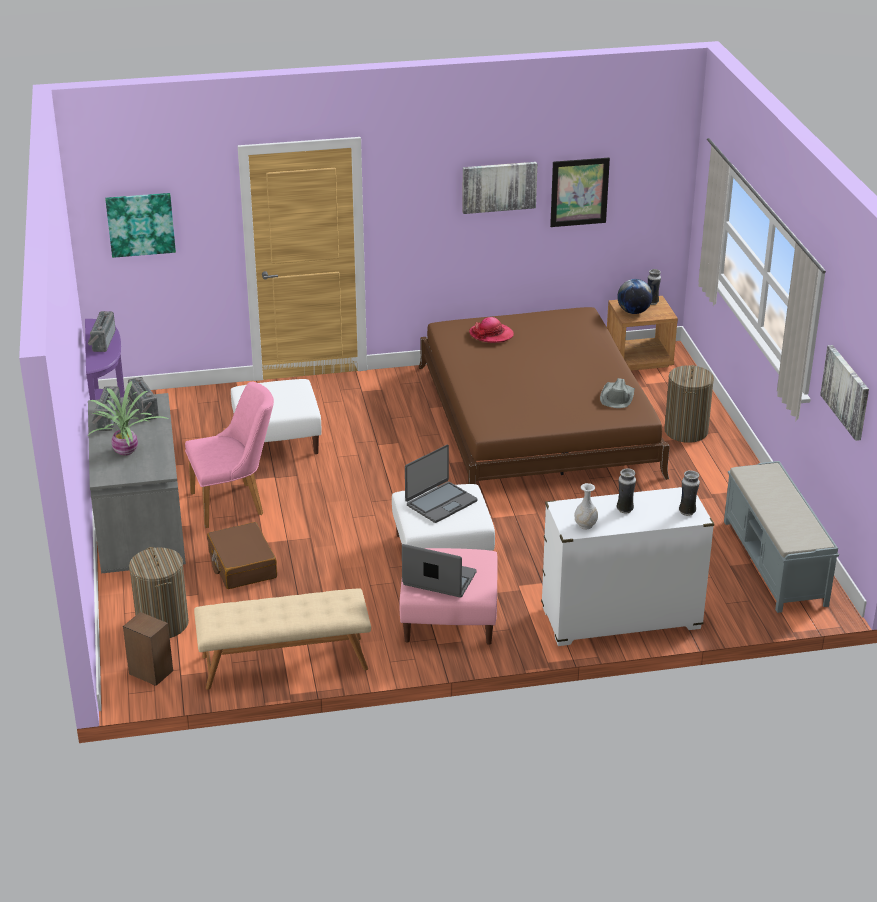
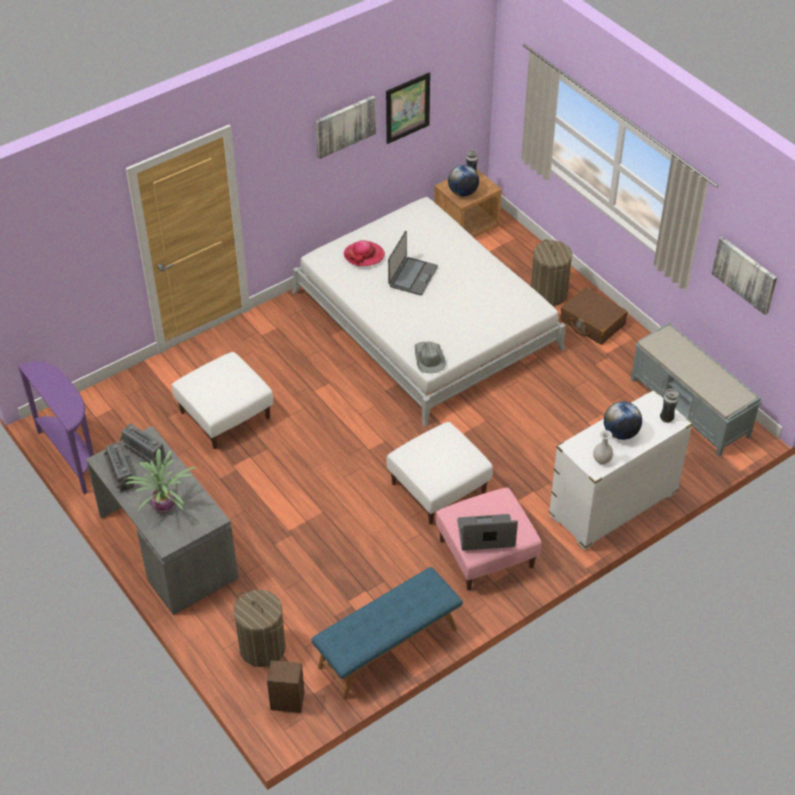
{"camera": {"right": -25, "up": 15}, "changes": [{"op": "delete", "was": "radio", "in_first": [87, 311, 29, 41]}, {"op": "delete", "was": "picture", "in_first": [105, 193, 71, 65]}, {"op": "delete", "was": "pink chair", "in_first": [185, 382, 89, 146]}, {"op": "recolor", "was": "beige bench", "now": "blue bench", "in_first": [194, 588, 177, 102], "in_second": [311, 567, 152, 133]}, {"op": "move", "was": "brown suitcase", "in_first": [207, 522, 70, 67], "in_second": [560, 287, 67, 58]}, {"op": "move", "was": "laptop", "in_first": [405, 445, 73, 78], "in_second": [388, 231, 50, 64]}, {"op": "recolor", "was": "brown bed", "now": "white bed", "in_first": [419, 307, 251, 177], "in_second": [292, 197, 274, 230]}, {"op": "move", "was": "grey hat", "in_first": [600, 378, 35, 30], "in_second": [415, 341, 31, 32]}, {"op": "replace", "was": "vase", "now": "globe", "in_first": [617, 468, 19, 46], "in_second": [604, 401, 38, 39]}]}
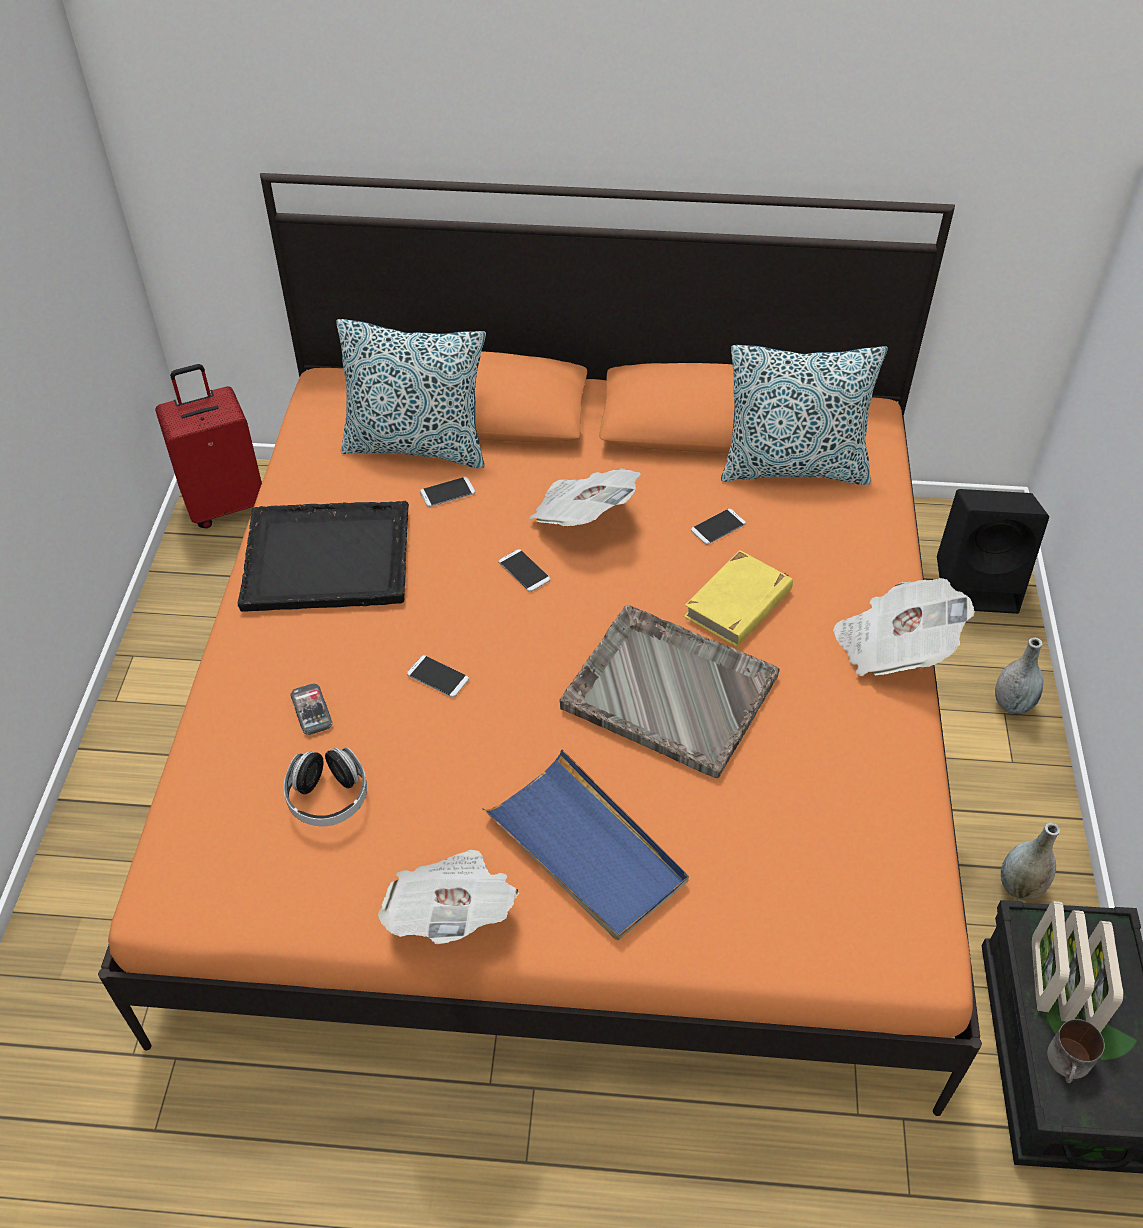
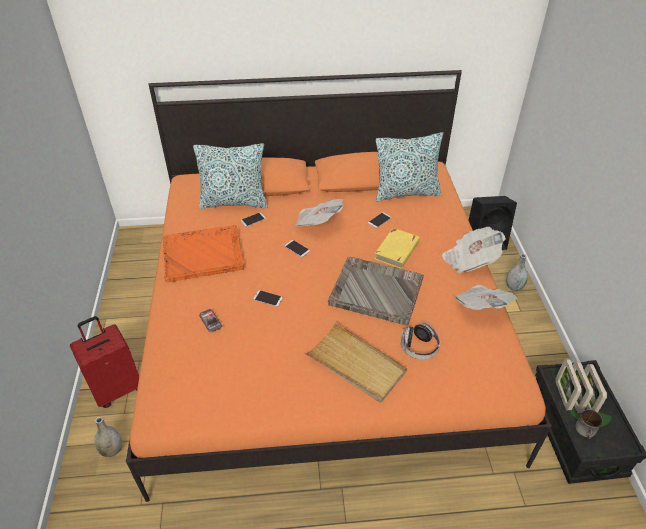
{"camera": {"right": -10, "up": -5}, "changes": [{"op": "move", "was": "red suitcase", "in_first": [155, 364, 107, 164], "in_second": [70, 316, 69, 92]}, {"op": "recolor", "was": "black tray", "now": "orange tray", "in_first": [237, 501, 172, 111], "in_second": [163, 225, 81, 57]}, {"op": "move", "was": "headphones", "in_first": [284, 747, 83, 79], "in_second": [401, 323, 39, 36]}, {"op": "move", "was": "newspaper", "in_first": [378, 850, 141, 94], "in_second": [454, 285, 63, 25]}, {"op": "recolor", "was": "blue tray", "now": "beige tray", "in_first": [482, 749, 207, 191], "in_second": [304, 322, 103, 81]}, {"op": "move", "was": "grey vase", "in_first": [1001, 822, 59, 79], "in_second": [94, 416, 28, 41]}]}
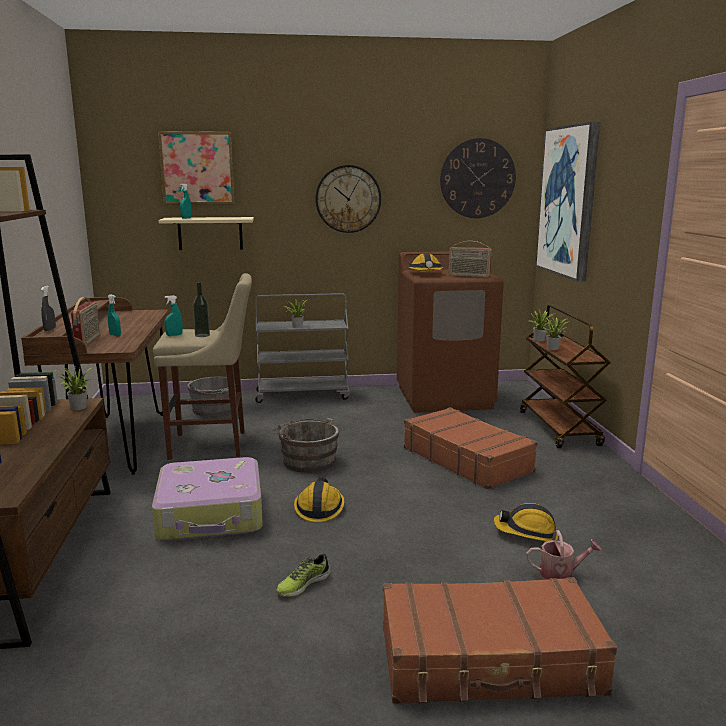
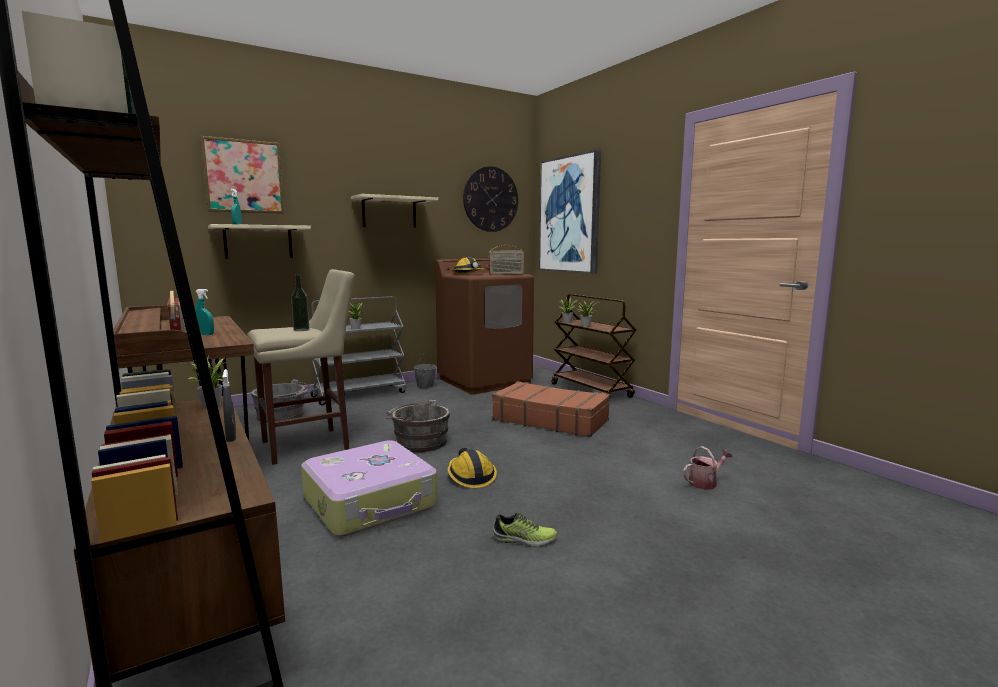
{"camera": {"right": -25, "up": -5}, "changes": [{"op": "move", "was": "grey spray bottle", "in_first": [41, 286, 15, 45], "in_second": [223, 369, 13, 73]}, {"op": "delete", "was": "turquoise spray bottle", "in_first": [165, 295, 18, 41]}, {"op": "rotate", "was": "shoe", "in_first": [276, 554, 54, 43], "in_second": [492, 512, 65, 34], "clockwise": -105}, {"op": "replace", "was": "wall clock", "now": "beige shelf", "in_first": [315, 165, 66, 68], "in_second": [351, 194, 87, 34]}, {"op": "delete", "was": "brown suitcase", "in_first": [383, 577, 234, 127]}, {"op": "delete", "was": "hard hat", "in_first": [494, 503, 64, 38]}, {"op": "insert", "now": "grey bucket", "in_second": [413, 353, 23, 35]}]}
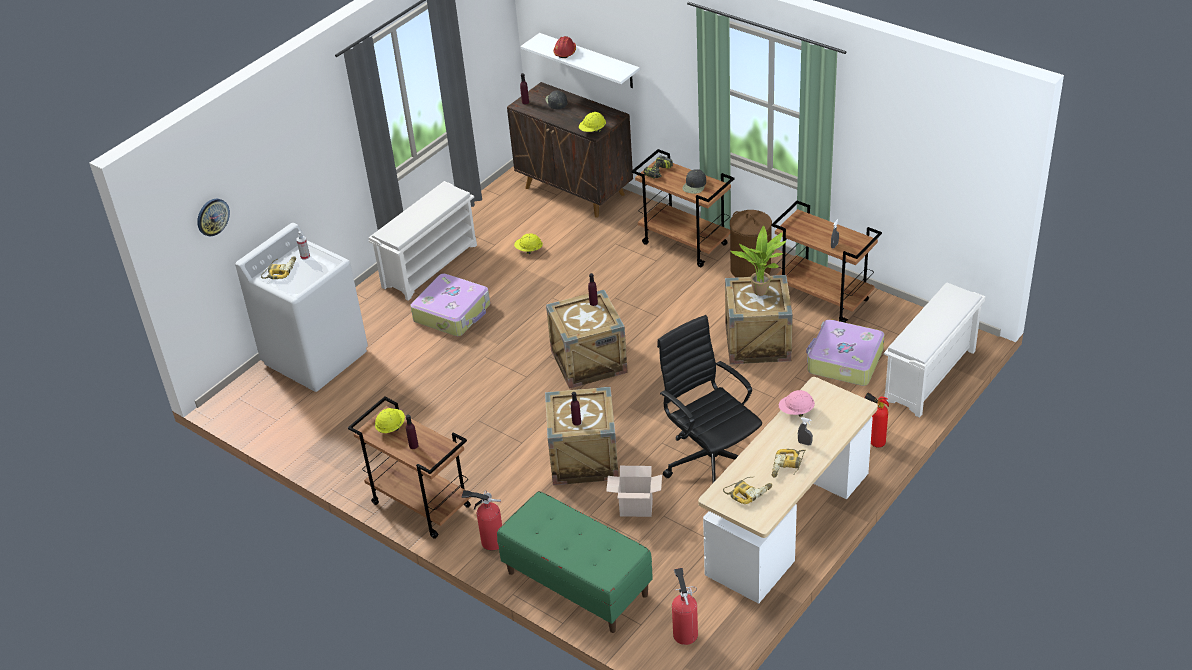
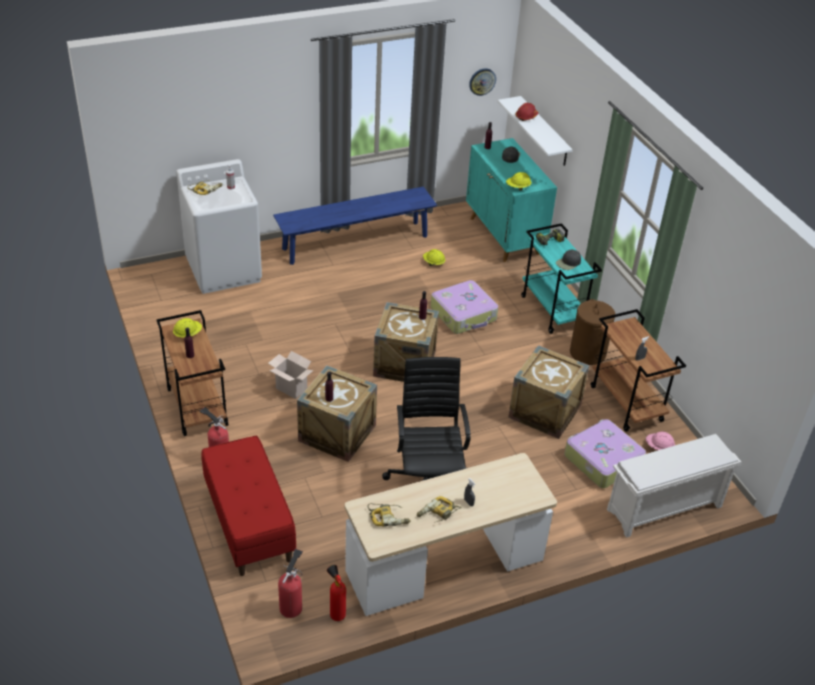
{"camera": {"right": 25, "up": 0}, "changes": [{"op": "move", "was": "wall clock", "in_first": [197, 199, 33, 37], "in_second": [469, 68, 27, 28]}, {"op": "replace", "was": "white shoe rack", "now": "blue bench", "in_first": [369, 181, 108, 119], "in_second": [273, 187, 164, 78]}, {"op": "move", "was": "suitcase", "in_first": [411, 273, 79, 63], "in_second": [431, 280, 67, 54]}, {"op": "recolor", "was": "green bench", "now": "red bench", "in_first": [497, 491, 156, 142], "in_second": [202, 436, 94, 140]}, {"op": "recolor", "was": "brown cabinet", "now": "turquoise cabinet", "in_first": [507, 82, 126, 136], "in_second": [466, 138, 91, 124]}, {"op": "move", "was": "cardboard box", "in_first": [606, 466, 56, 51], "in_second": [268, 351, 46, 48]}, {"op": "recolor", "was": "brown cart", "now": "turquoise cart", "in_first": [632, 149, 103, 118], "in_second": [521, 223, 81, 111]}, {"op": "delete", "was": "potted plant", "in_first": [731, 226, 56, 70]}, {"op": "move", "was": "pink hard hat", "in_first": [779, 390, 36, 27], "in_second": [646, 432, 29, 18]}, {"op": "move", "was": "fire extinguisher", "in_first": [865, 392, 24, 56], "in_second": [327, 565, 19, 56]}]}
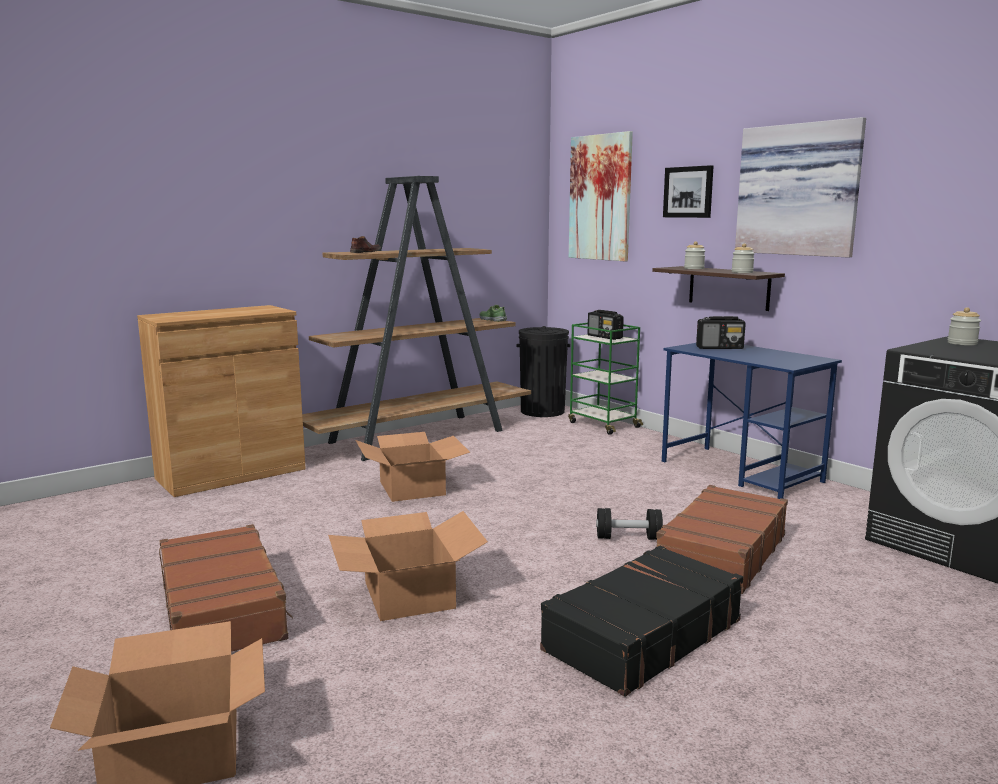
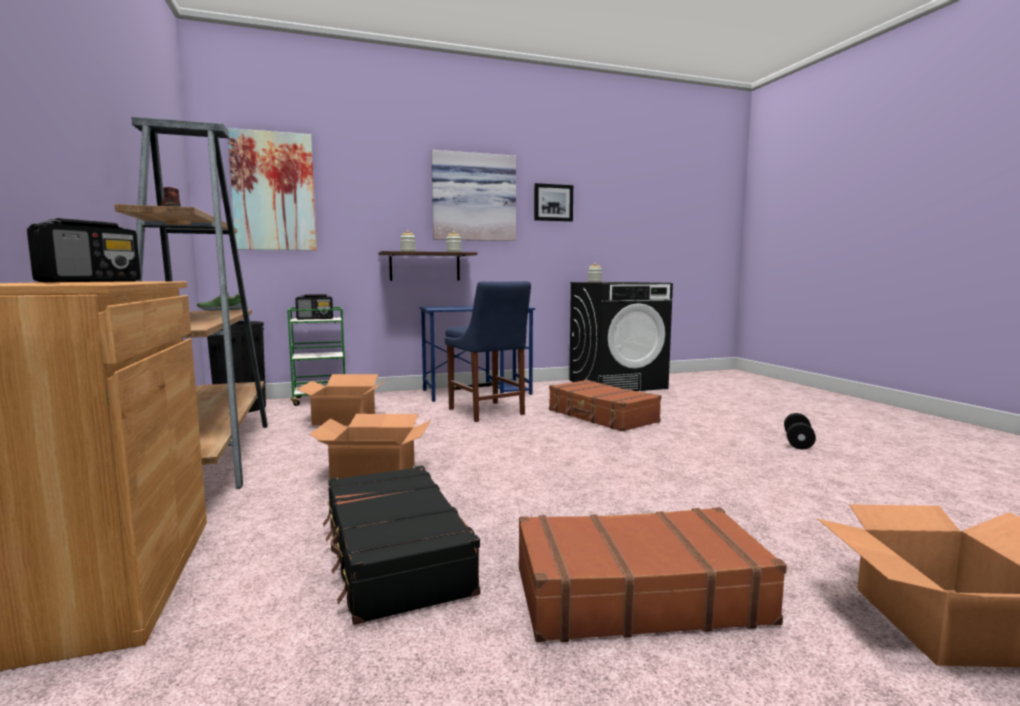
{"camera": {"right": -70, "up": -5}, "changes": [{"op": "move", "was": "cardboard box", "in_first": [328, 511, 160, 110], "in_second": [296, 374, 90, 52]}, {"op": "move", "was": "black suitcase", "in_first": [540, 546, 203, 151], "in_second": [323, 466, 157, 159]}, {"op": "move", "was": "black dumbbell", "in_first": [596, 508, 67, 32], "in_second": [784, 413, 32, 37]}, {"op": "move", "was": "picture", "in_first": [663, 165, 51, 53], "in_second": [534, 183, 39, 39]}, {"op": "move", "was": "radio", "in_first": [696, 316, 50, 33], "in_second": [27, 218, 114, 64]}, {"op": "insert", "now": "blue chair", "in_second": [445, 281, 86, 141]}]}
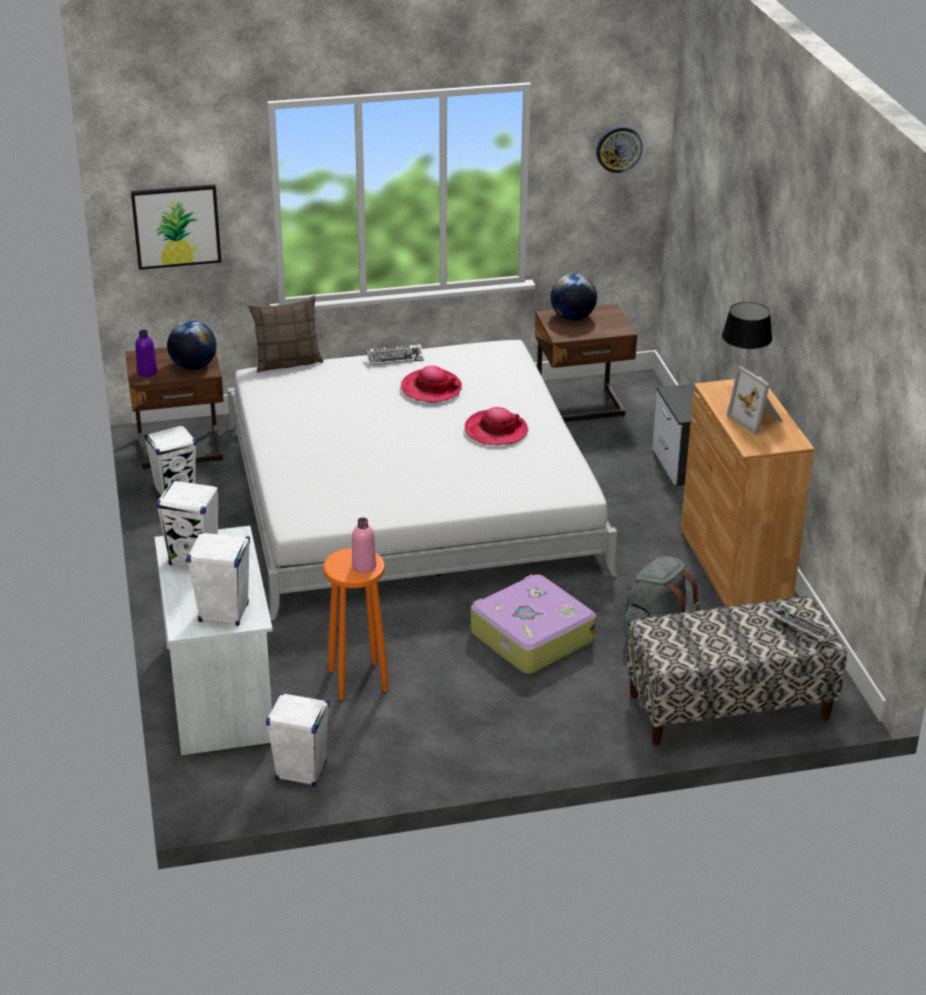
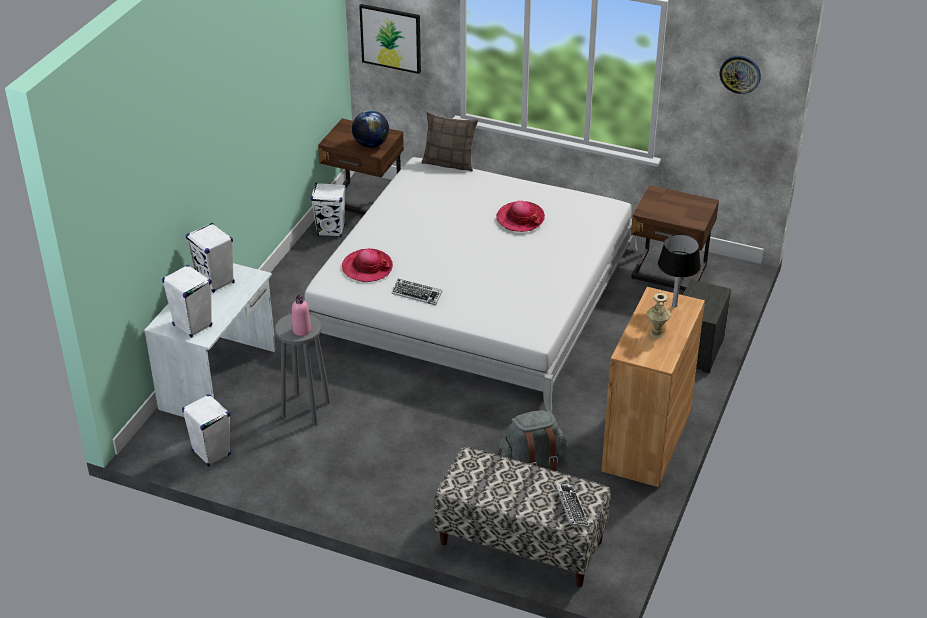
{"camera": {"right": 35, "up": 5}, "changes": [{"op": "delete", "was": "purple bottle", "in_first": [135, 330, 22, 47]}, {"op": "recolor", "was": "orange stool", "now": "grey stool", "in_first": [323, 548, 66, 152], "in_second": [275, 314, 55, 111]}, {"op": "move", "was": "keyboard", "in_first": [366, 344, 58, 21], "in_second": [392, 279, 50, 26]}, {"op": "move", "was": "hat", "in_first": [465, 407, 63, 38], "in_second": [342, 249, 51, 33]}, {"op": "delete", "was": "suitcase", "in_first": [471, 575, 125, 99]}, {"op": "delete", "was": "globe", "in_first": [551, 274, 46, 46]}, {"op": "replace", "was": "picture frame", "now": "beige vase", "in_first": [727, 366, 56, 69], "in_second": [647, 291, 24, 48]}]}
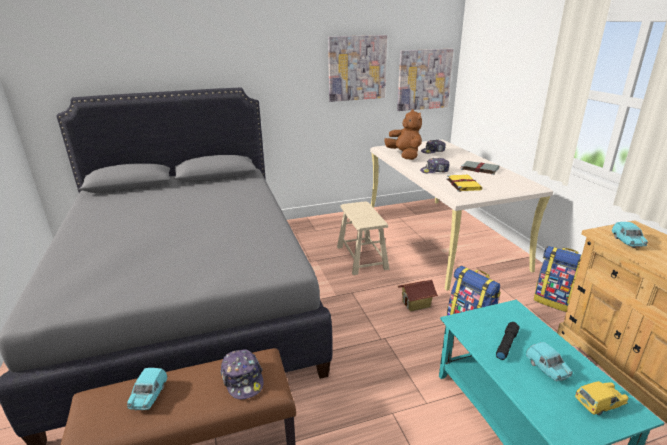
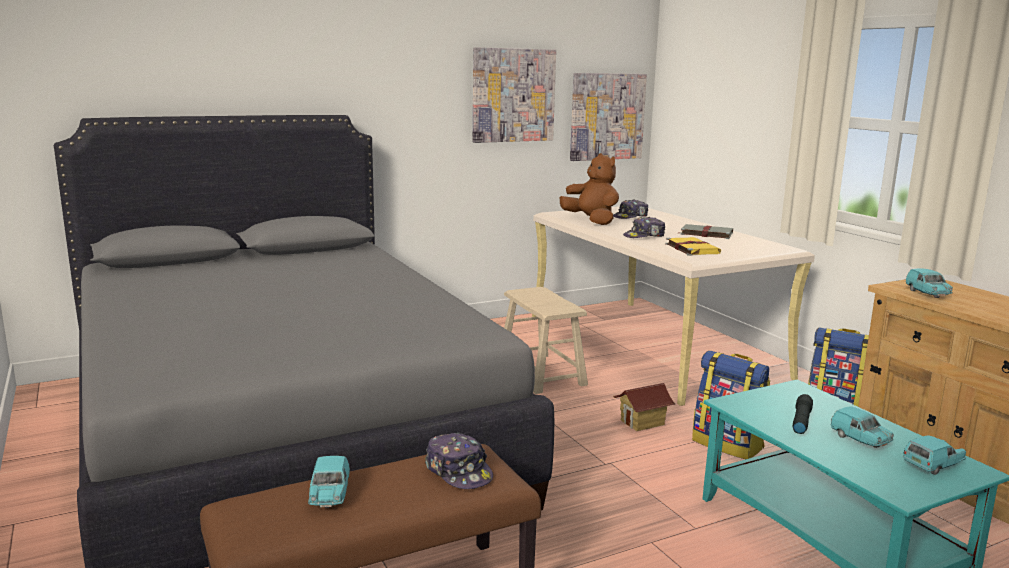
{"camera": {"right": -10, "up": -10}, "changes": [{"op": "recolor", "was": "yellow toy car", "now": "turquoise toy car", "in_first": [575, 381, 54, 34], "in_second": [903, 435, 63, 40]}]}
